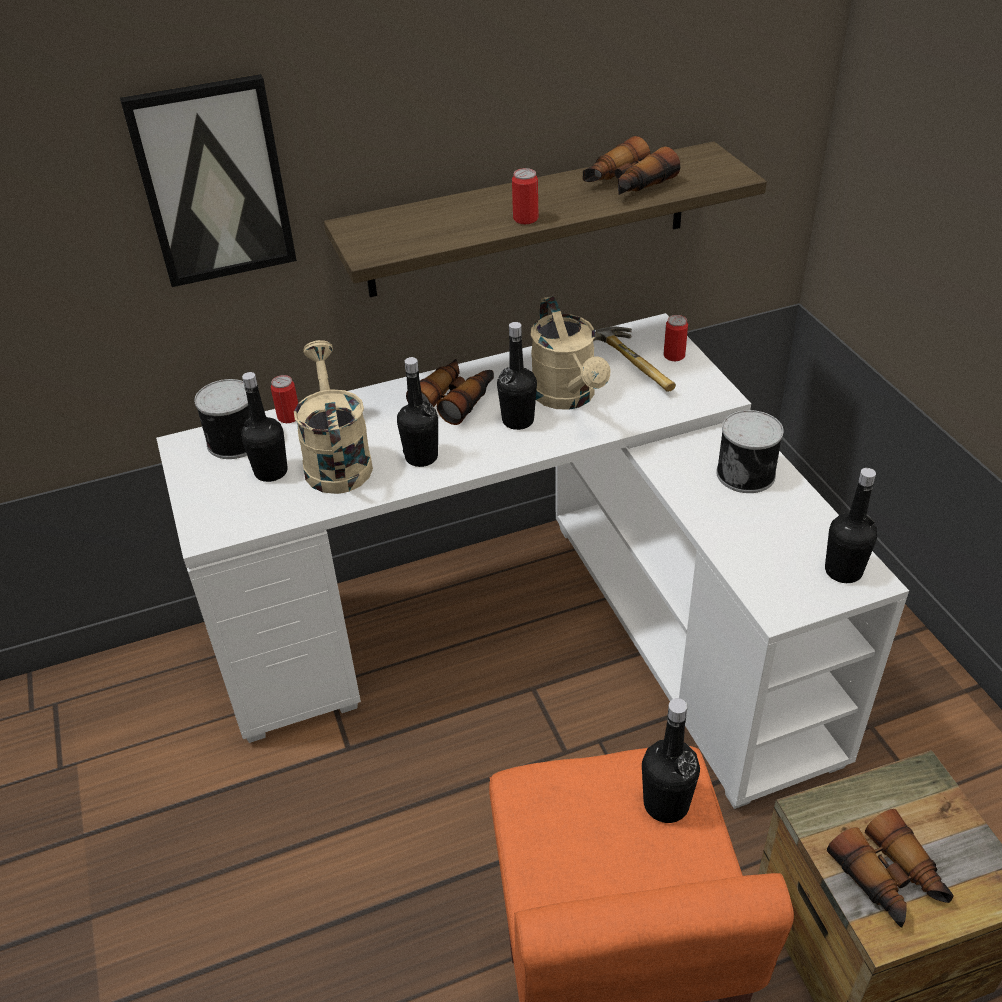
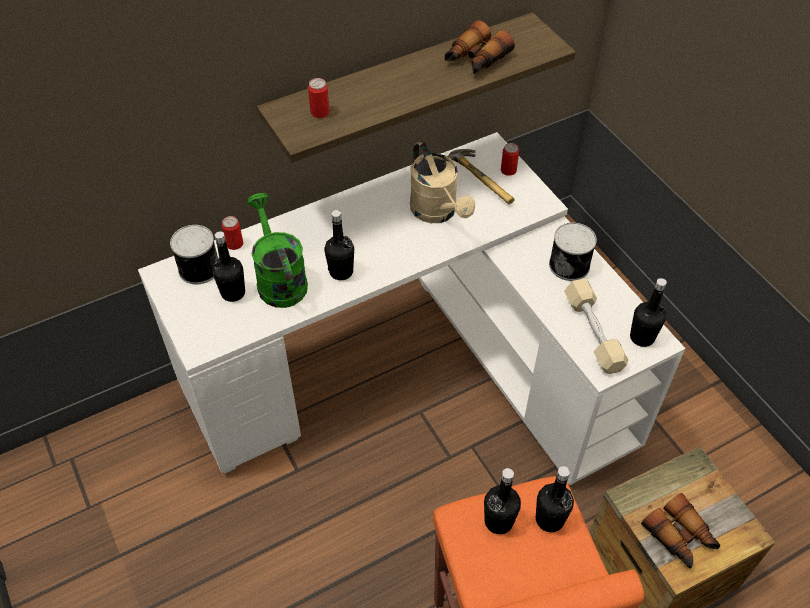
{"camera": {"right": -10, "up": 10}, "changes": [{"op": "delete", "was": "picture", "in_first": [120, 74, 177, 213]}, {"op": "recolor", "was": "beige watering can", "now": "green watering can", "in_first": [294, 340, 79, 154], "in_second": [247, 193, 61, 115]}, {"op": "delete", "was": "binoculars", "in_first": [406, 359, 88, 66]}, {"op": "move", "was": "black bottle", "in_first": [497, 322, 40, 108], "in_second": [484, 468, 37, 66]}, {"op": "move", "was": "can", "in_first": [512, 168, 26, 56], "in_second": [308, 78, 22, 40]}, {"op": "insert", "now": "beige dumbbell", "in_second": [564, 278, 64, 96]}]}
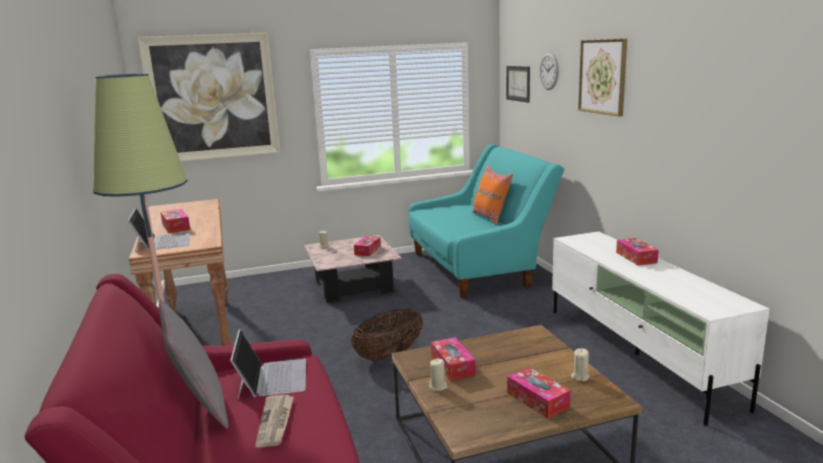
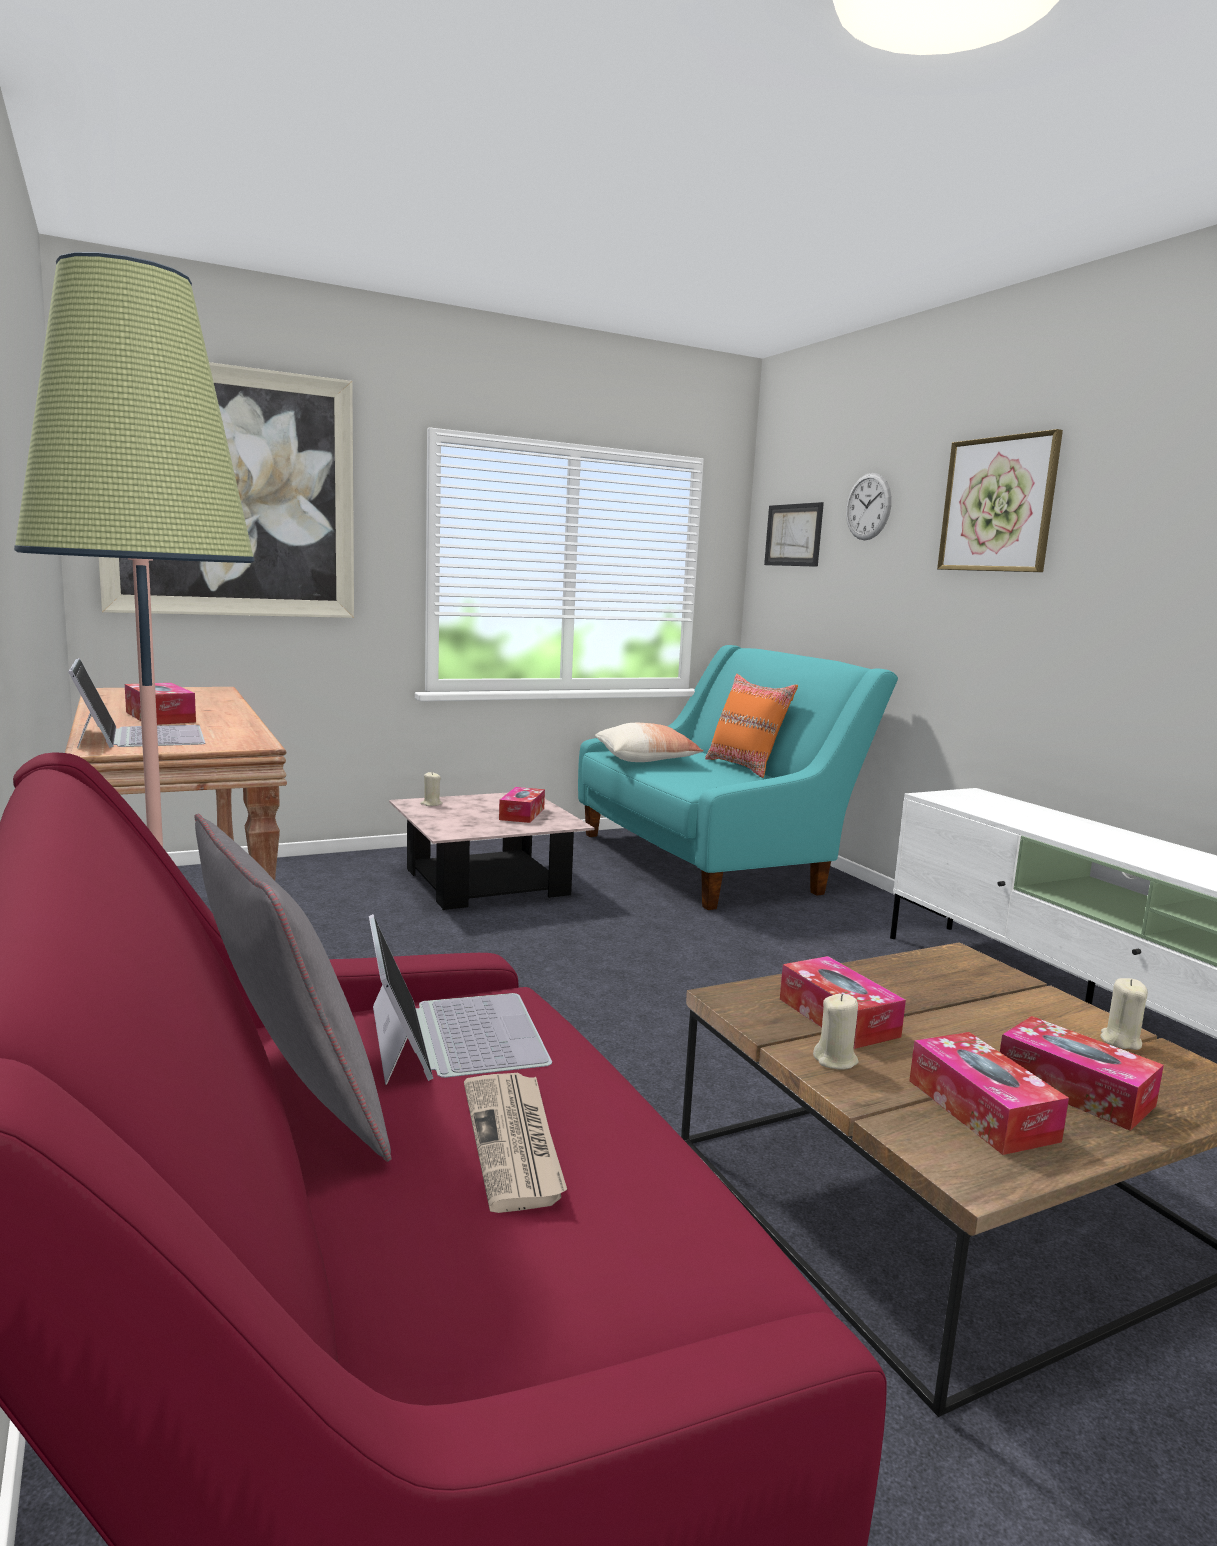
{"camera": {"right": -10, "up": -5}, "changes": [{"op": "delete", "was": "basket", "in_first": [351, 309, 72, 52]}, {"op": "move", "was": "tissue box", "in_first": [616, 238, 43, 28], "in_second": [909, 1032, 160, 123]}, {"op": "insert", "now": "pillow", "in_second": [595, 723, 109, 39]}]}
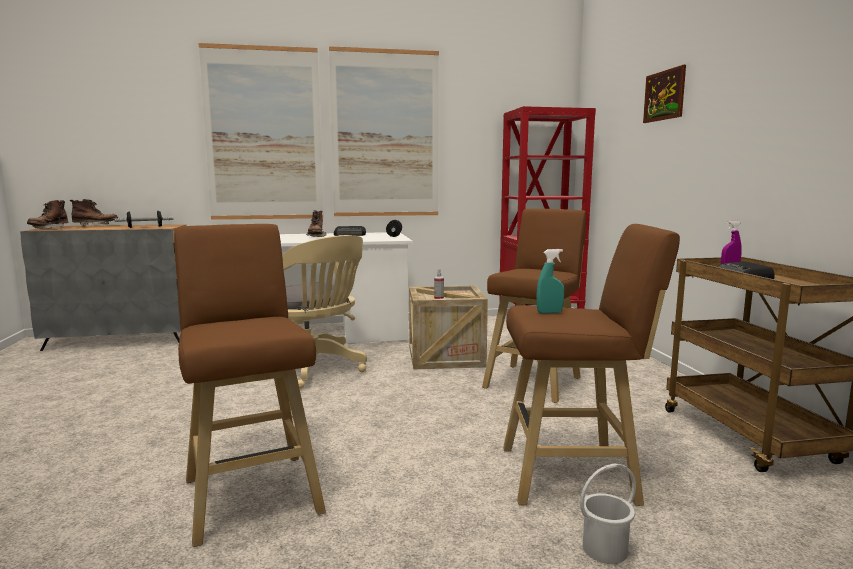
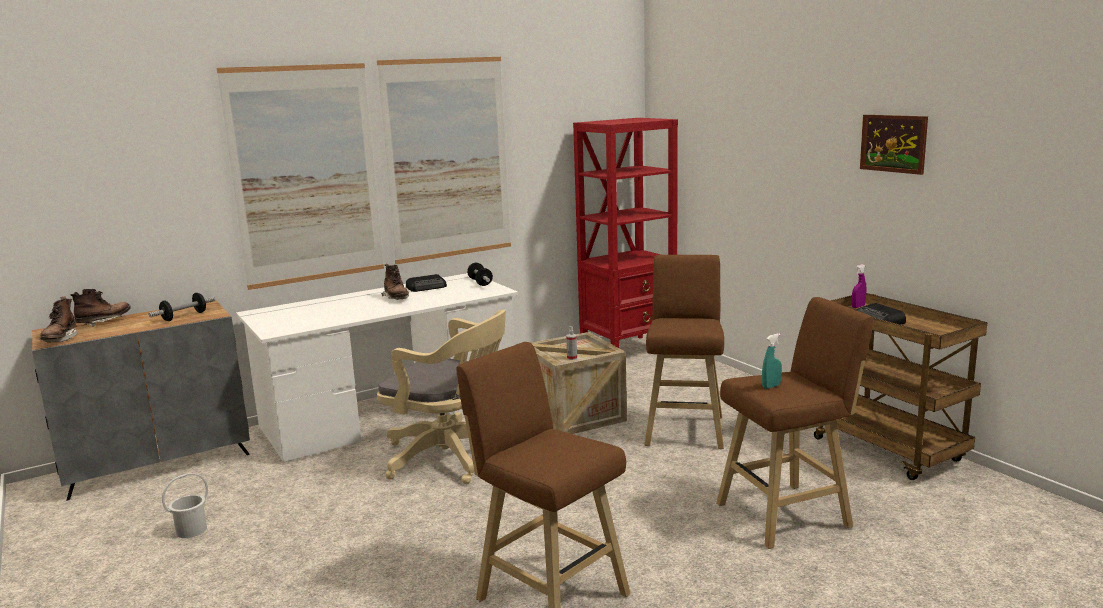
{"camera": {"right": -20, "up": 5}, "changes": [{"op": "move", "was": "white bucket", "in_first": [580, 464, 56, 100], "in_second": [162, 473, 46, 65]}, {"op": "move", "was": "picture", "in_first": [643, 65, 43, 58], "in_second": [860, 115, 68, 60]}]}
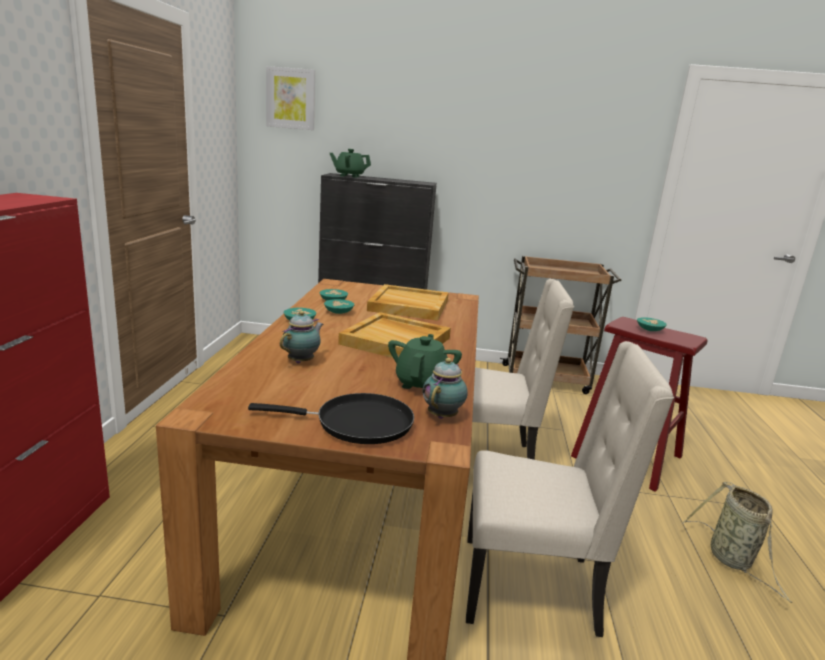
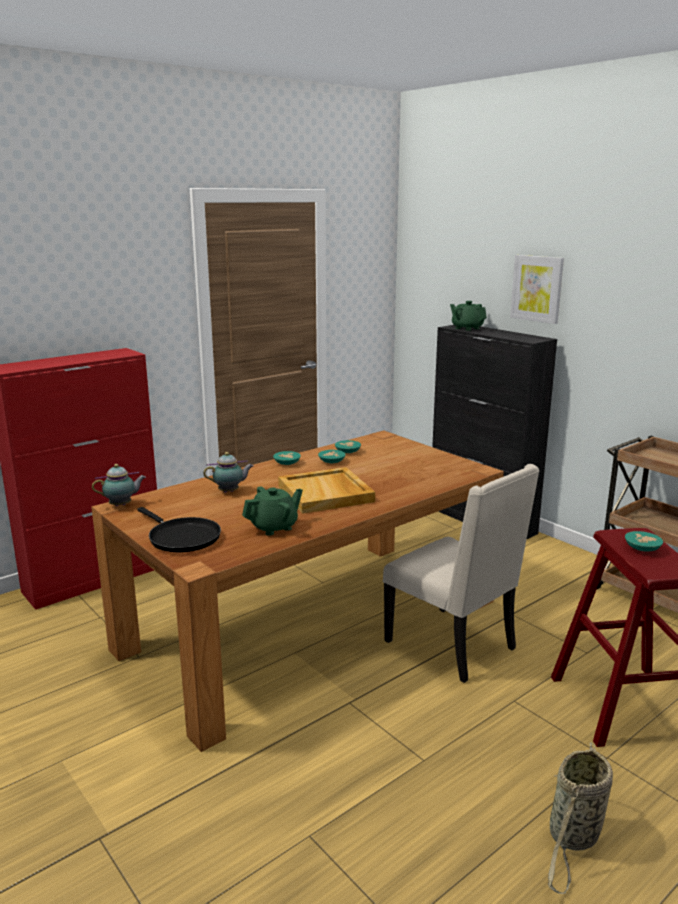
{"camera": {"right": 45, "up": 0}, "changes": [{"op": "move", "was": "picture", "in_first": [266, 66, 49, 64], "in_second": [510, 255, 54, 69]}, {"op": "delete", "was": "beige tray", "in_first": [367, 284, 82, 37]}, {"op": "move", "was": "teapot", "in_first": [422, 358, 46, 61], "in_second": [92, 464, 54, 42]}, {"op": "delete", "was": "beige chair", "in_first": [466, 341, 208, 296]}]}
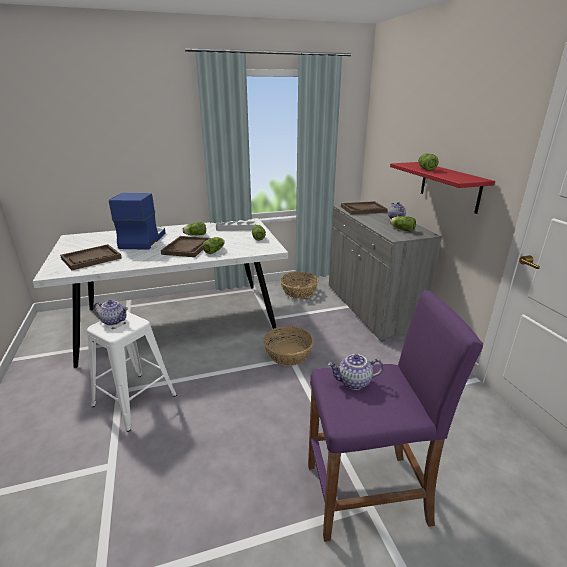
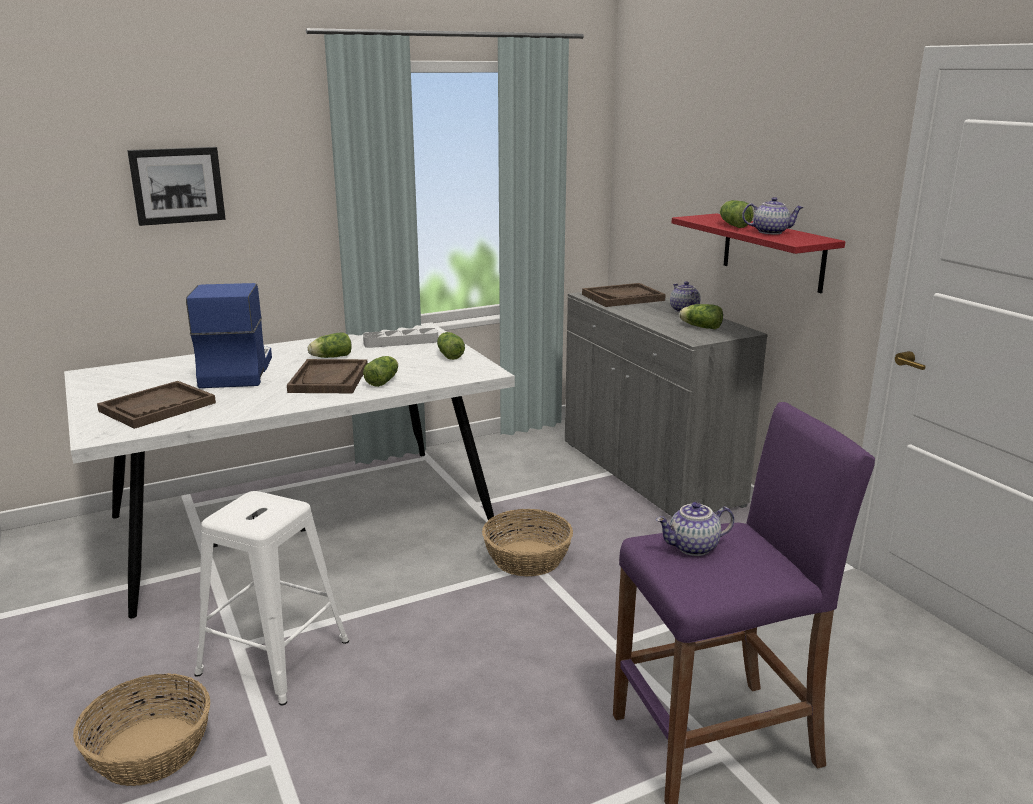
{"camera": {"right": -10, "up": -5}, "changes": [{"op": "move", "was": "teapot", "in_first": [94, 300, 34, 25], "in_second": [742, 197, 62, 37]}, {"op": "move", "was": "basket", "in_first": [280, 272, 39, 27], "in_second": [73, 673, 137, 113]}, {"op": "insert", "now": "picture", "in_second": [127, 147, 99, 79]}]}
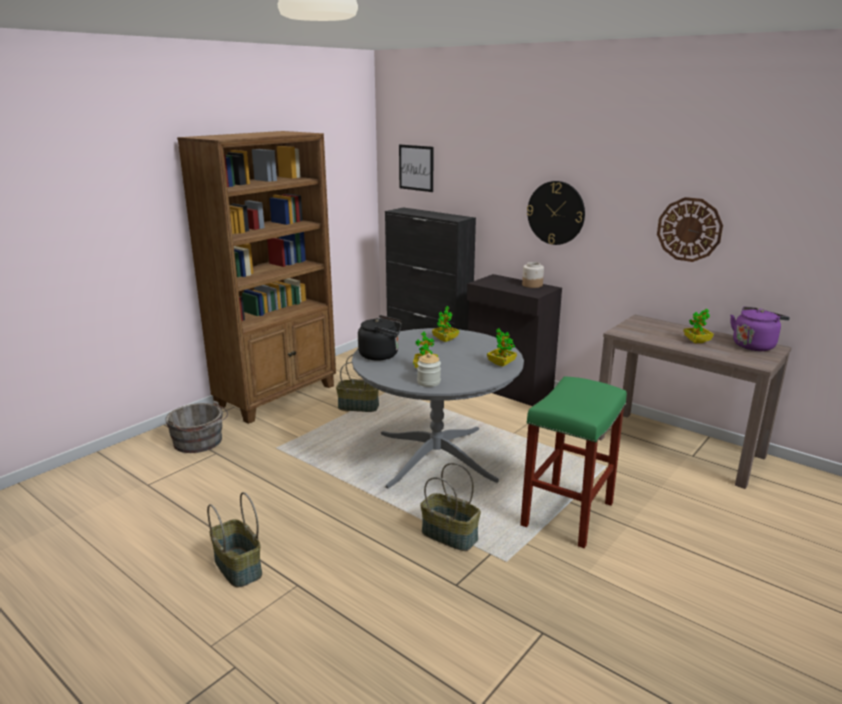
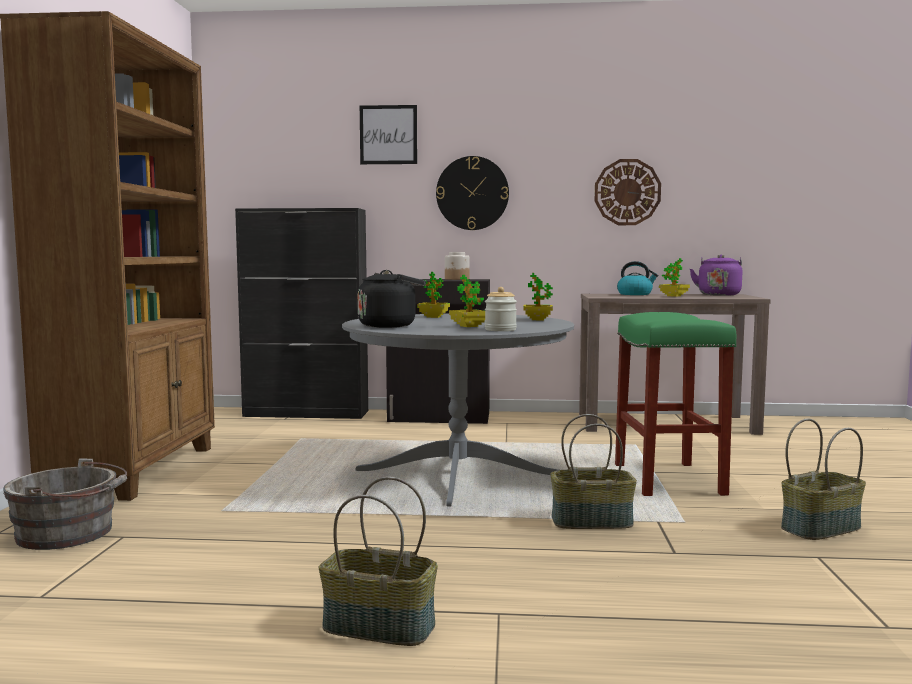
{"camera": {"right": -35, "up": -15}, "changes": [{"op": "move", "was": "basket", "in_first": [336, 354, 43, 58], "in_second": [781, 419, 85, 121]}, {"op": "move", "was": "picture", "in_first": [399, 145, 35, 47], "in_second": [360, 105, 57, 59]}, {"op": "insert", "now": "kettle", "in_second": [617, 261, 41, 34]}]}
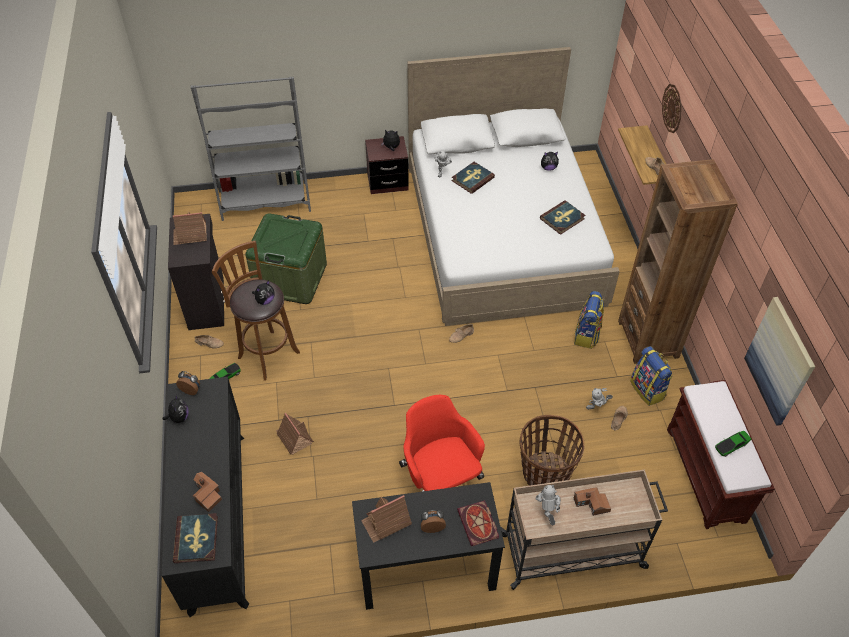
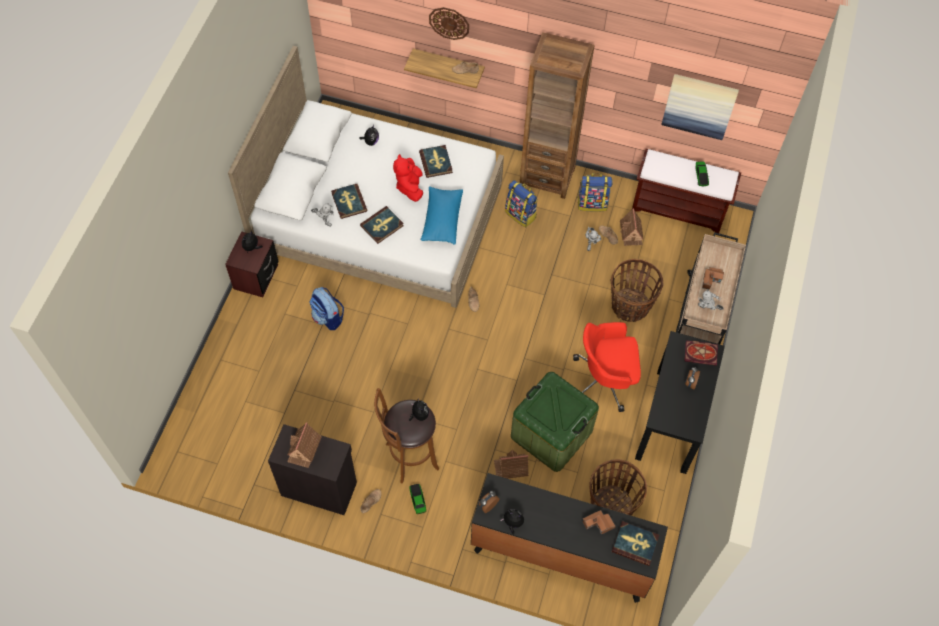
{"camera": {"right": -65, "up": 10}, "changes": [{"op": "delete", "was": "grey bookcase", "in_first": [191, 77, 120, 144]}, {"op": "move", "was": "green storage box", "in_first": [245, 213, 82, 91], "in_second": [511, 372, 88, 100]}, {"op": "move", "was": "toy house", "in_first": [361, 495, 51, 48], "in_second": [620, 208, 24, 38]}, {"op": "insert", "now": "backpack", "in_second": [309, 287, 35, 43]}, {"op": "insert", "now": "book", "in_second": [360, 206, 43, 38]}, {"op": "insert", "now": "red plush toy", "in_second": [393, 154, 30, 48]}, {"op": "insert", "now": "blue pillow", "in_second": [421, 187, 42, 58]}, {"op": "insert", "now": "basket", "in_second": [589, 459, 58, 57]}]}
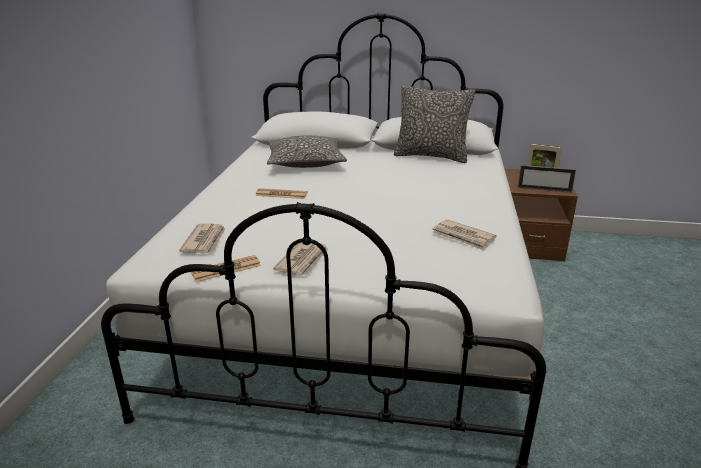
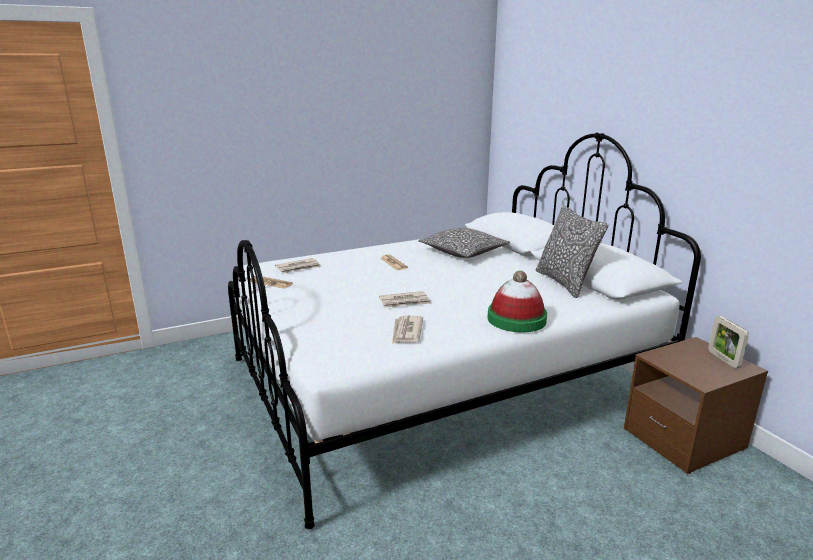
{"camera": {"right": 55, "up": -5}, "changes": [{"op": "move", "was": "newspaper", "in_first": [273, 243, 55, 33], "in_second": [379, 291, 52, 17]}, {"op": "delete", "was": "picture frame", "in_first": [518, 165, 58, 28]}, {"op": "insert", "now": "hat", "in_second": [487, 271, 60, 61]}]}
